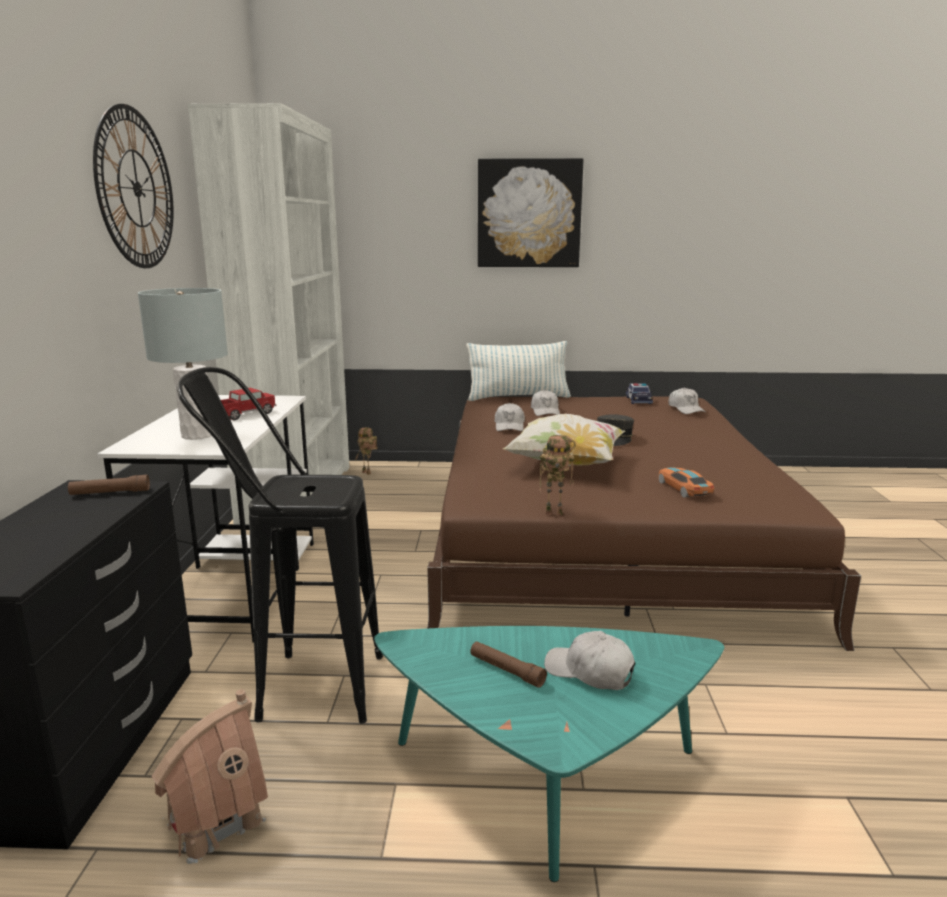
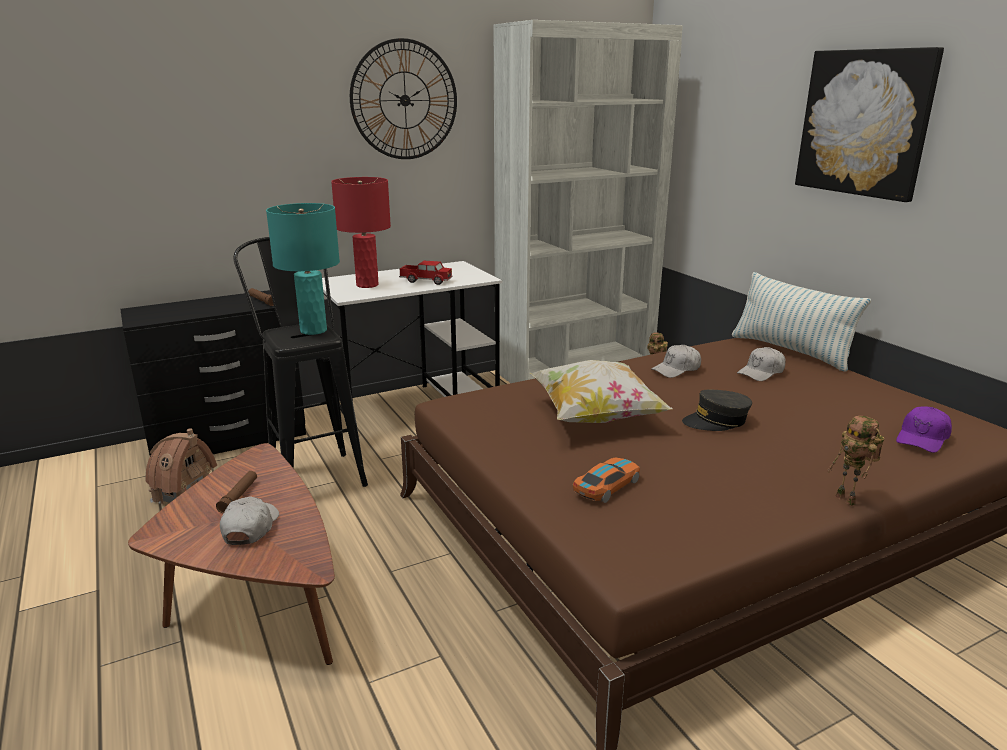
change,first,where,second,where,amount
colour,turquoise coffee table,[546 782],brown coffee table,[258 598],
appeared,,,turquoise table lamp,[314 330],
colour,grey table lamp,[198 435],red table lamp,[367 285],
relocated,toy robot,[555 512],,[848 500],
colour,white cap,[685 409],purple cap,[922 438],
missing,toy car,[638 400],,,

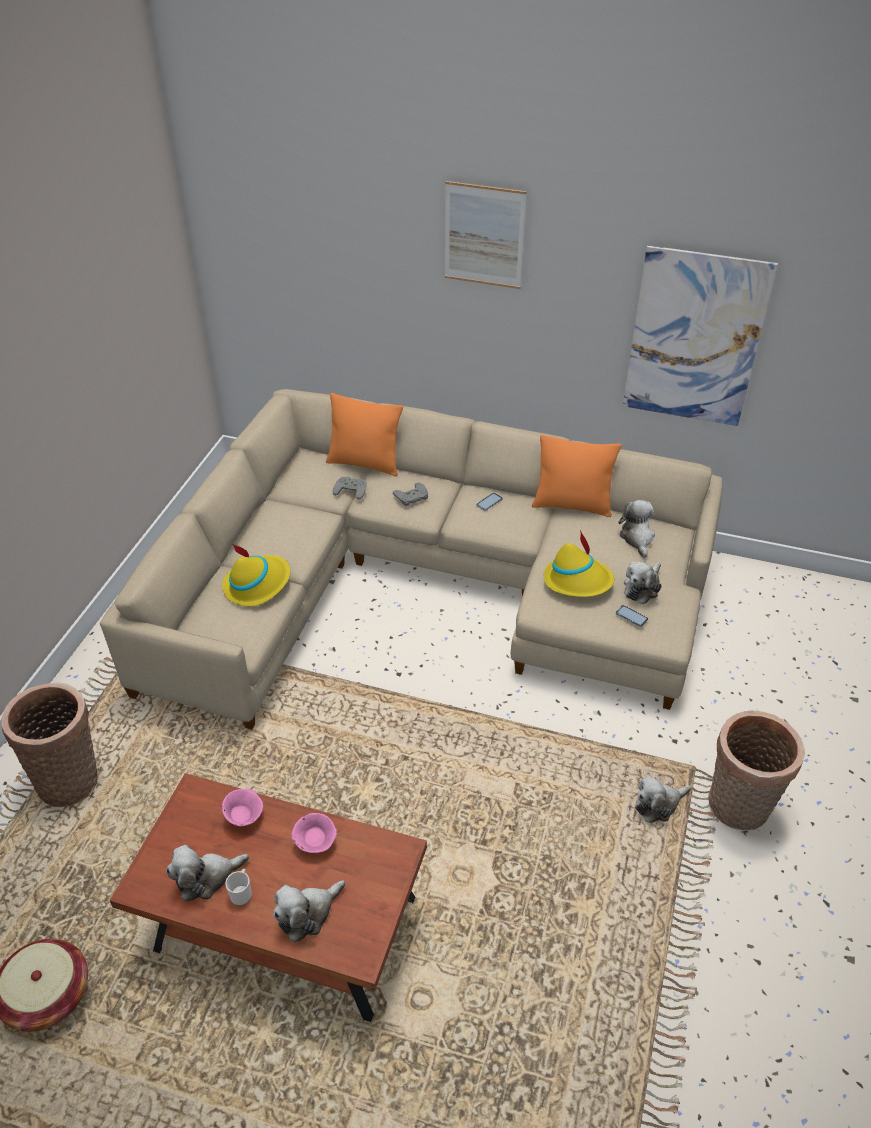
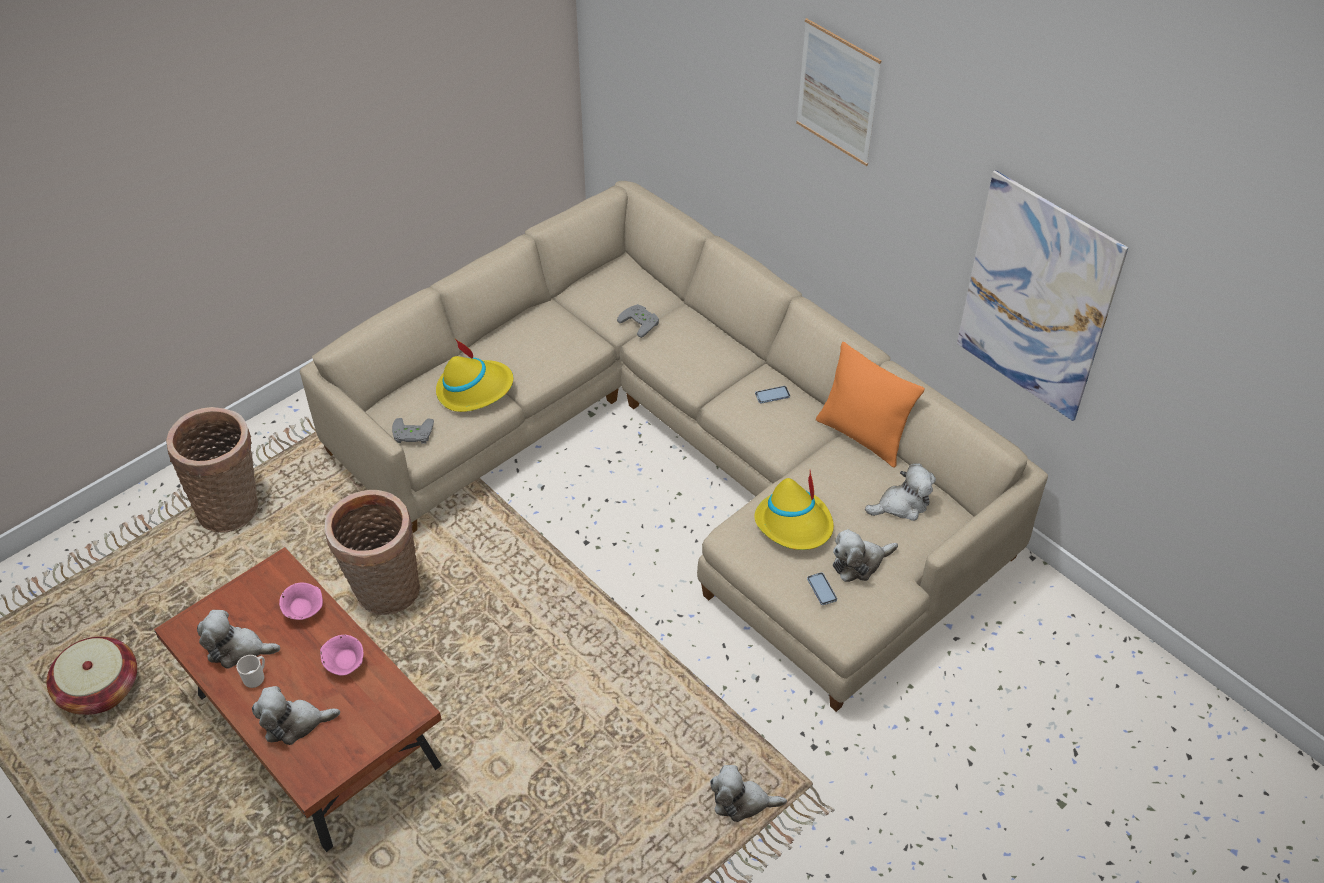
change,first,where,second,where,amount
relocated,basket,[738 808],,[384 592],
relocated,grey game controller,[412 497],,[412 435],
spun,plush toy,[637 538],,[902 505],45 degrees clockwise
missing,orange pillow,[365 463],,,

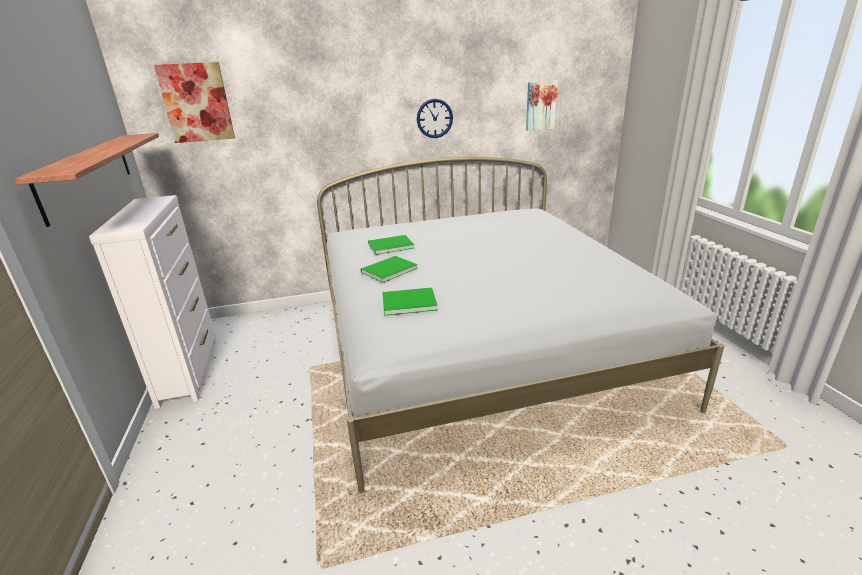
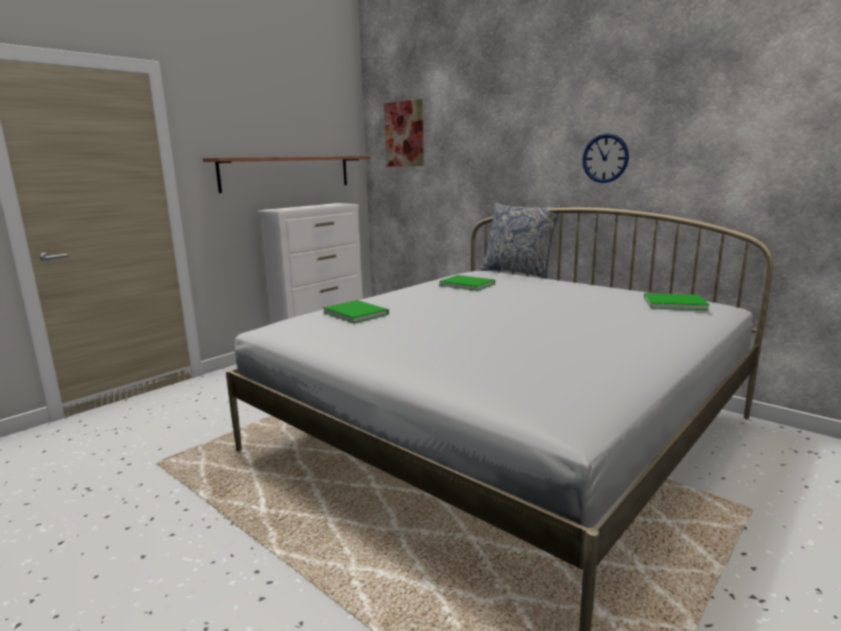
change,first,where,second,where,amount
appeared,,,pillow,[518 272],
relocated,green book,[387 270],,[672 303],
missing,picture,[540 105],,,

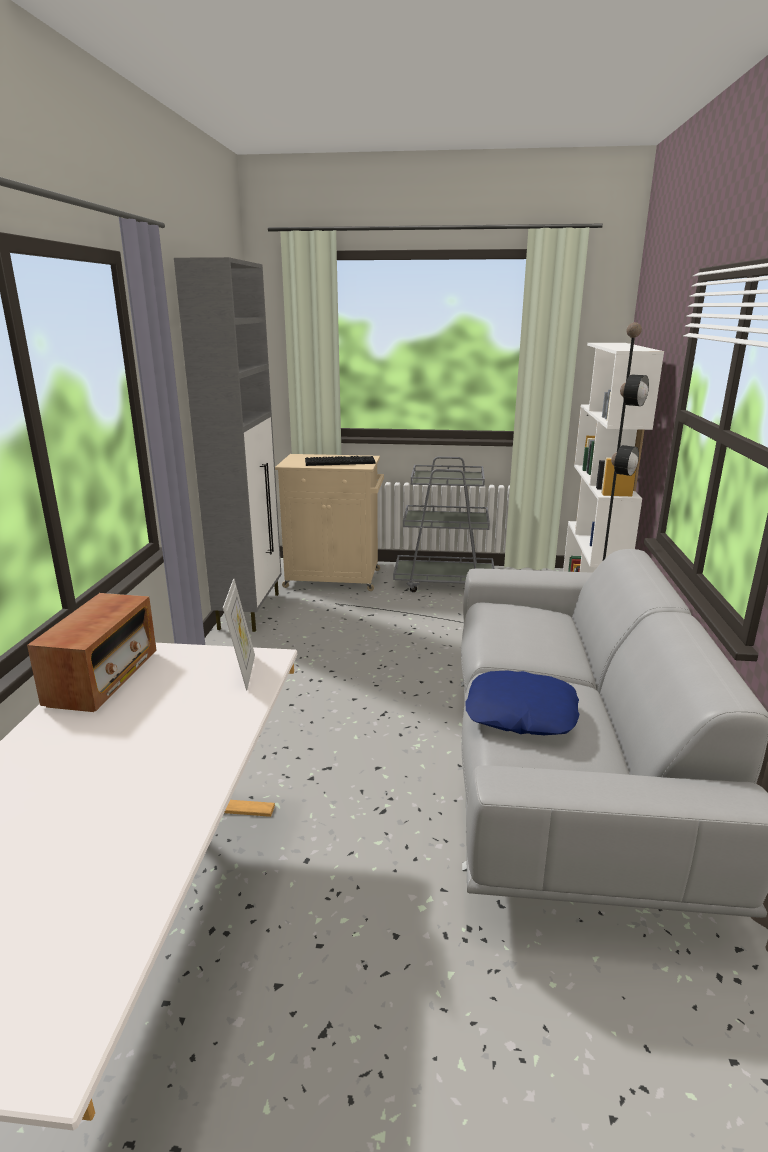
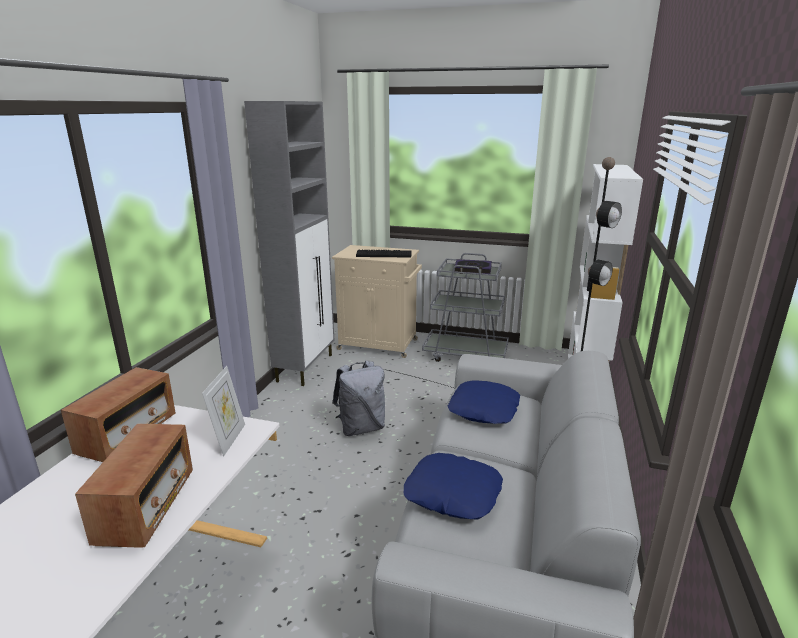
change,first,where,second,where,amount
appeared,,,radio,[147 506],
appeared,,,grey backpack,[361 428],
appeared,,,blue pillow,[484 409],
appeared,,,book,[472 270],

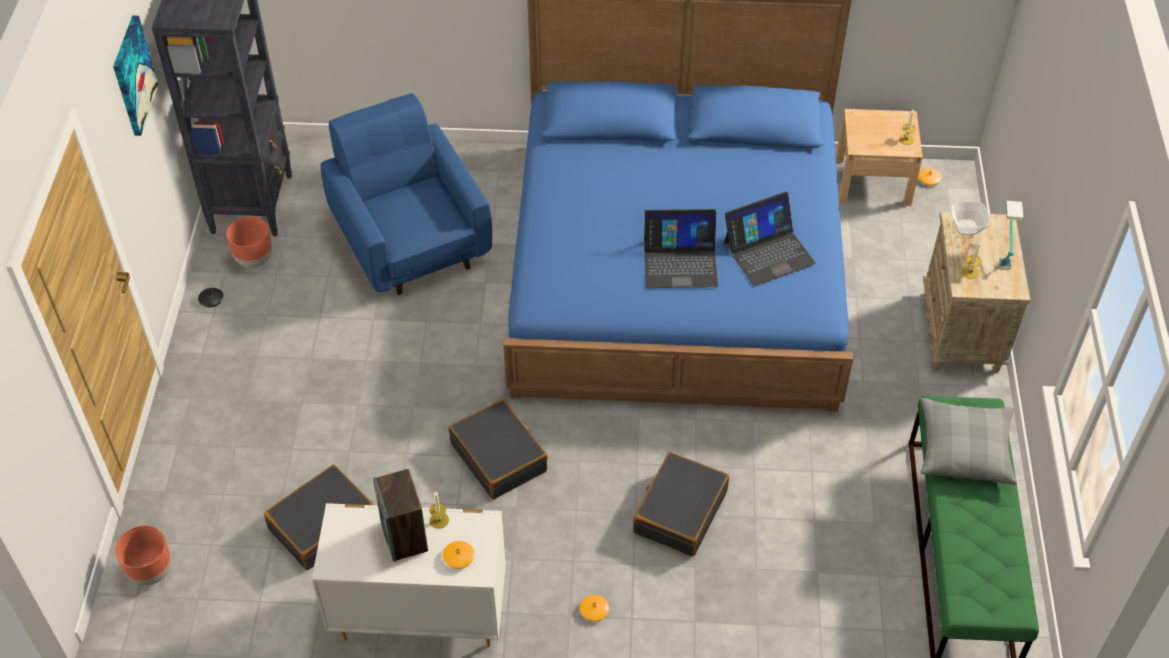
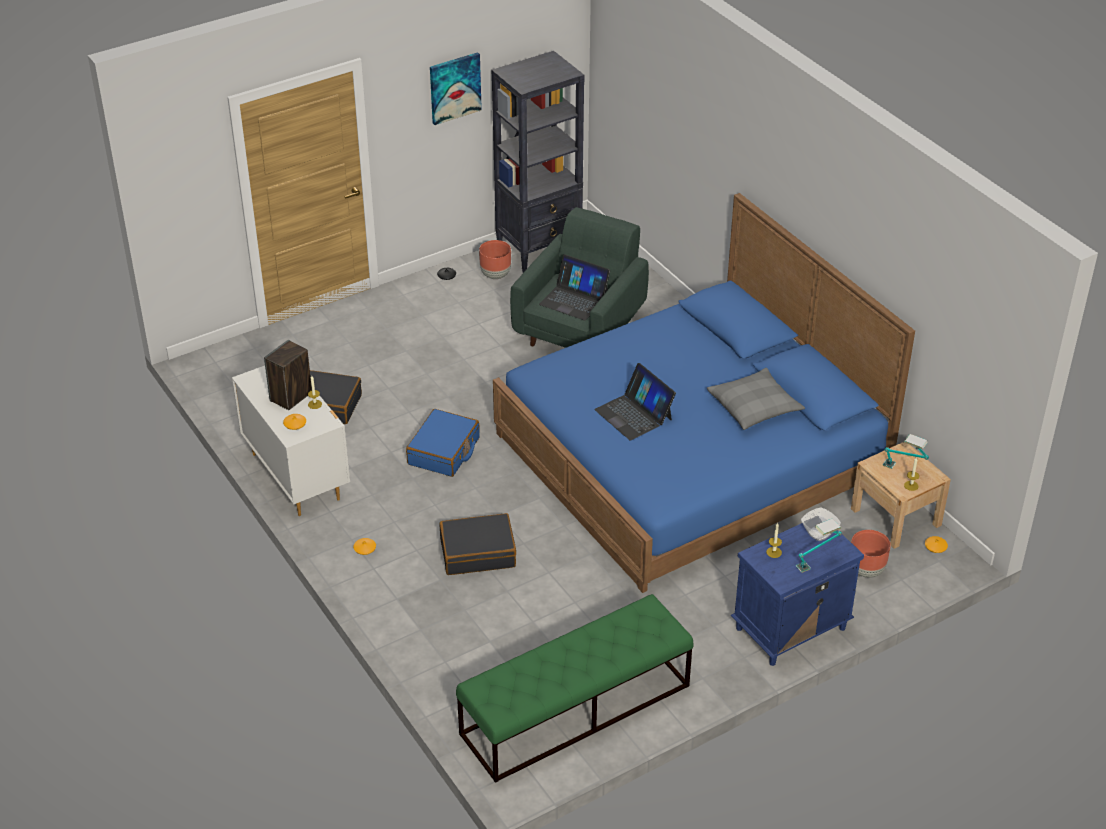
change,first,where,second,where,amount
colour,black suitcase,[499 457],blue suitcase,[444 451],
colour,blue armchair,[410 240],green armchair,[581 327],
relocated,laptop,[768 252],,[574 299],
relocated,grey pillow,[964 448],,[754 406],
colour,beige nightstand,[961 333],blue nightstand,[790 629],
relocated,brown planter,[151 572],,[866 571],
appeared,,,table lamp,[903 470],

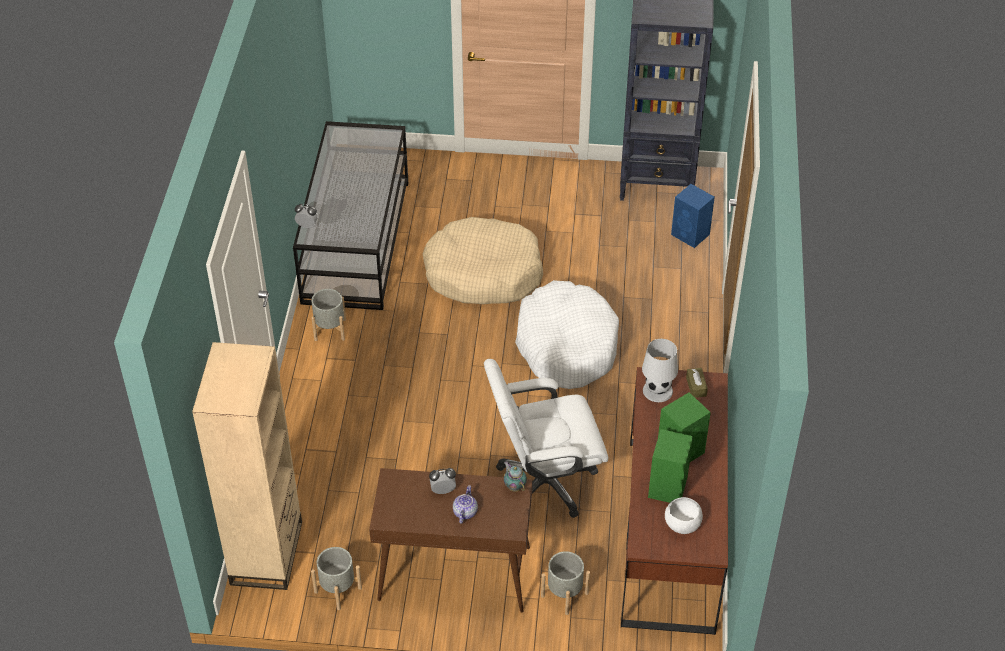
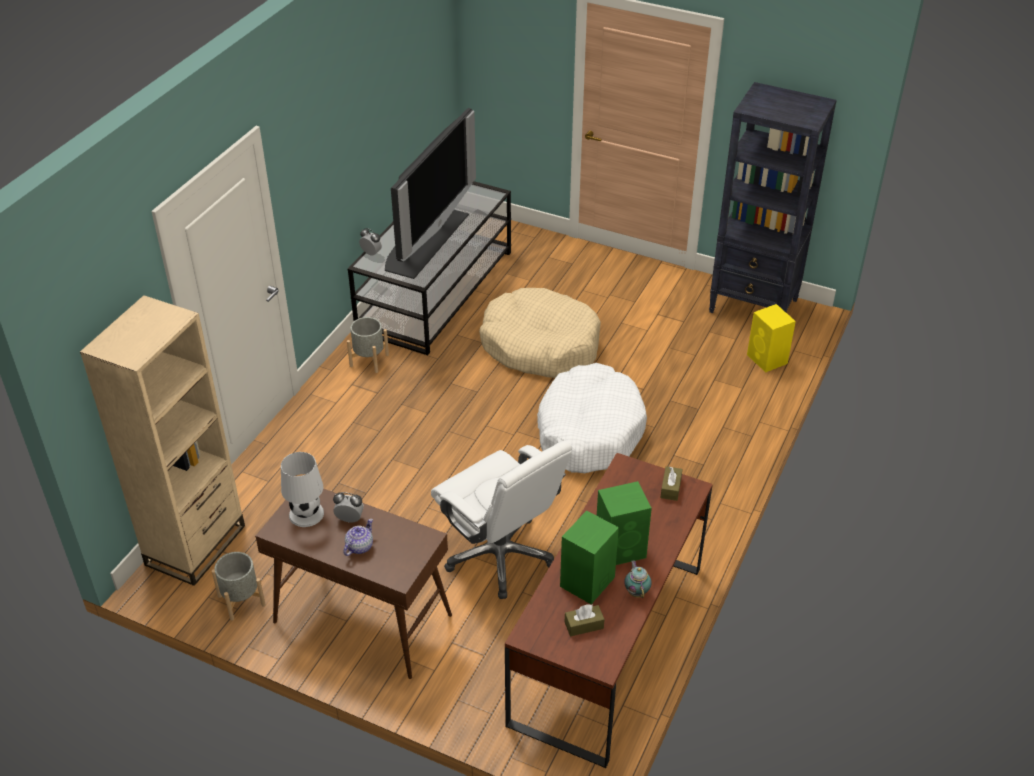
change,first,where,second,where,amount
relocated,white table lamp,[657 390],,[306 513],
appeared,,,television,[425 241],
spun,white office chair,[544 482],,[500 555],135 degrees counterclockwise
exchanged,white bowl,[682 524],brown tissue box,[584 625],
relocated,teapot,[514 486],,[636 591],
colour,blue speaker,[691 235],yellow speaker,[767 359],
missing,grey planter,[565 594],,,

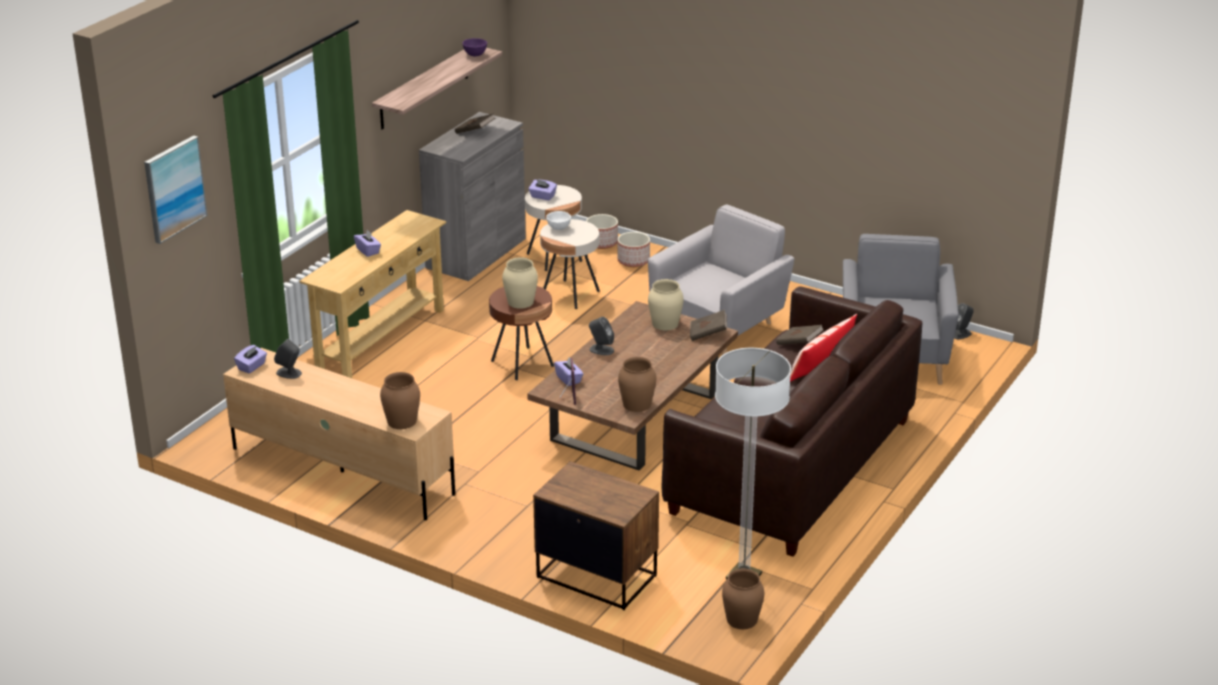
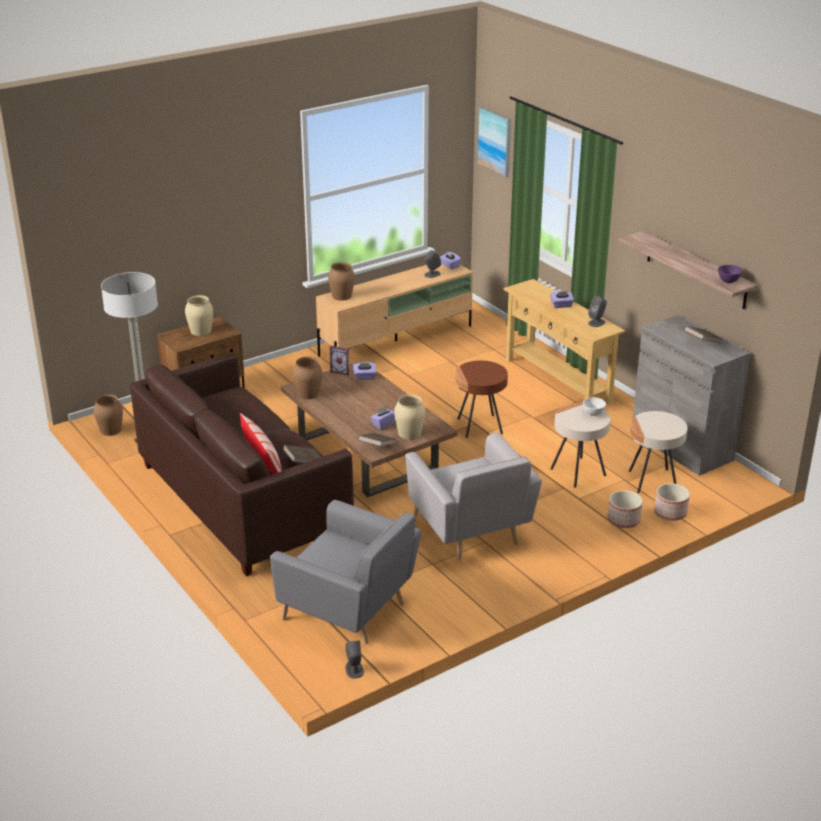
change,first,where,second,where,amount
relocated,beige vase,[520 302],,[200 330],
relocated,purple tissue box,[542 196],,[383 424],
relocated,grey speaker,[601 350],,[596 323],

